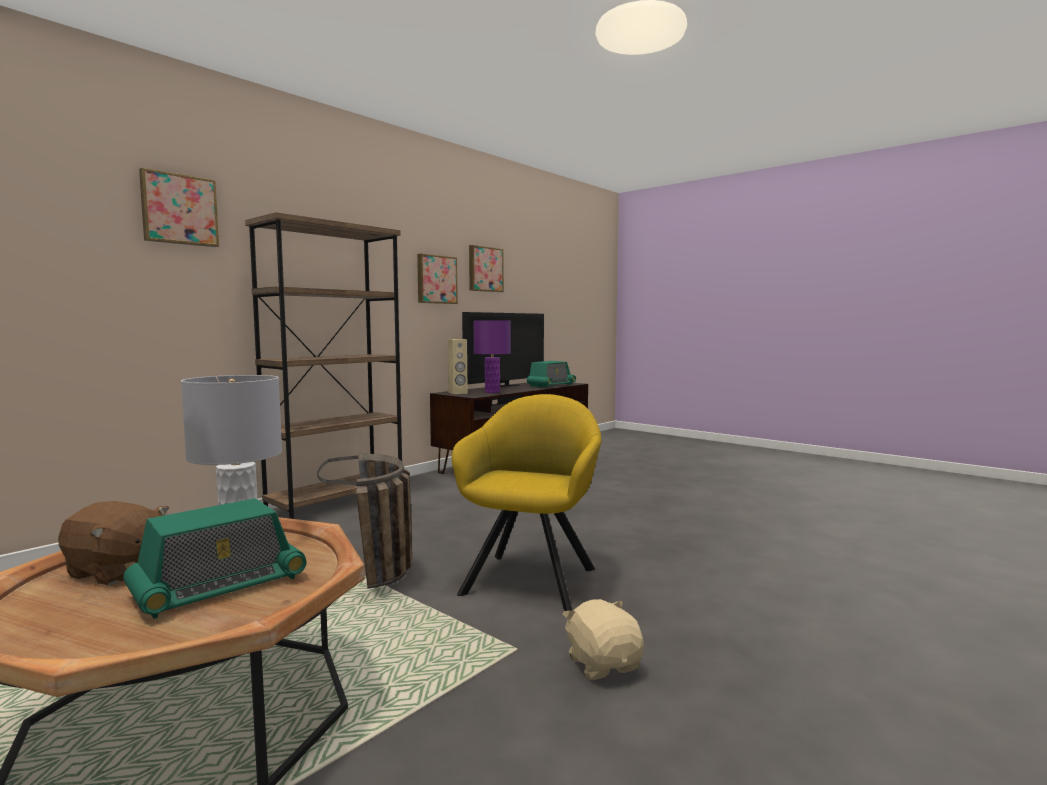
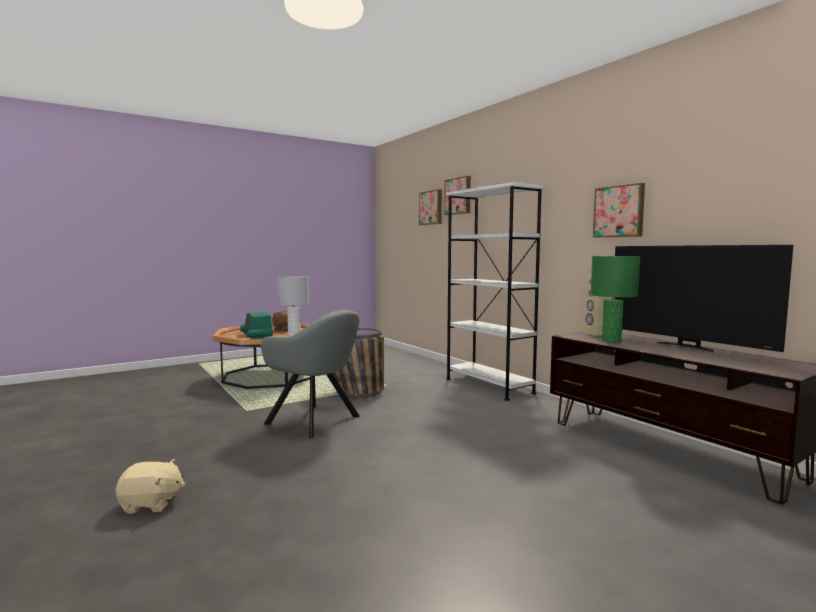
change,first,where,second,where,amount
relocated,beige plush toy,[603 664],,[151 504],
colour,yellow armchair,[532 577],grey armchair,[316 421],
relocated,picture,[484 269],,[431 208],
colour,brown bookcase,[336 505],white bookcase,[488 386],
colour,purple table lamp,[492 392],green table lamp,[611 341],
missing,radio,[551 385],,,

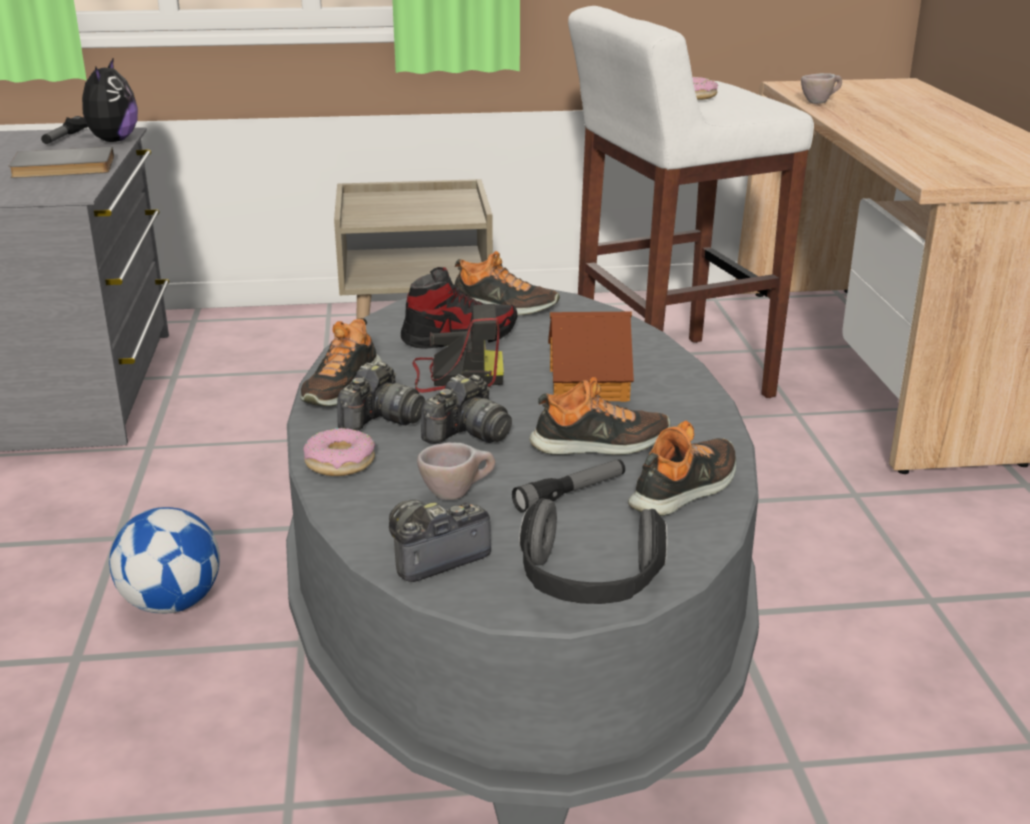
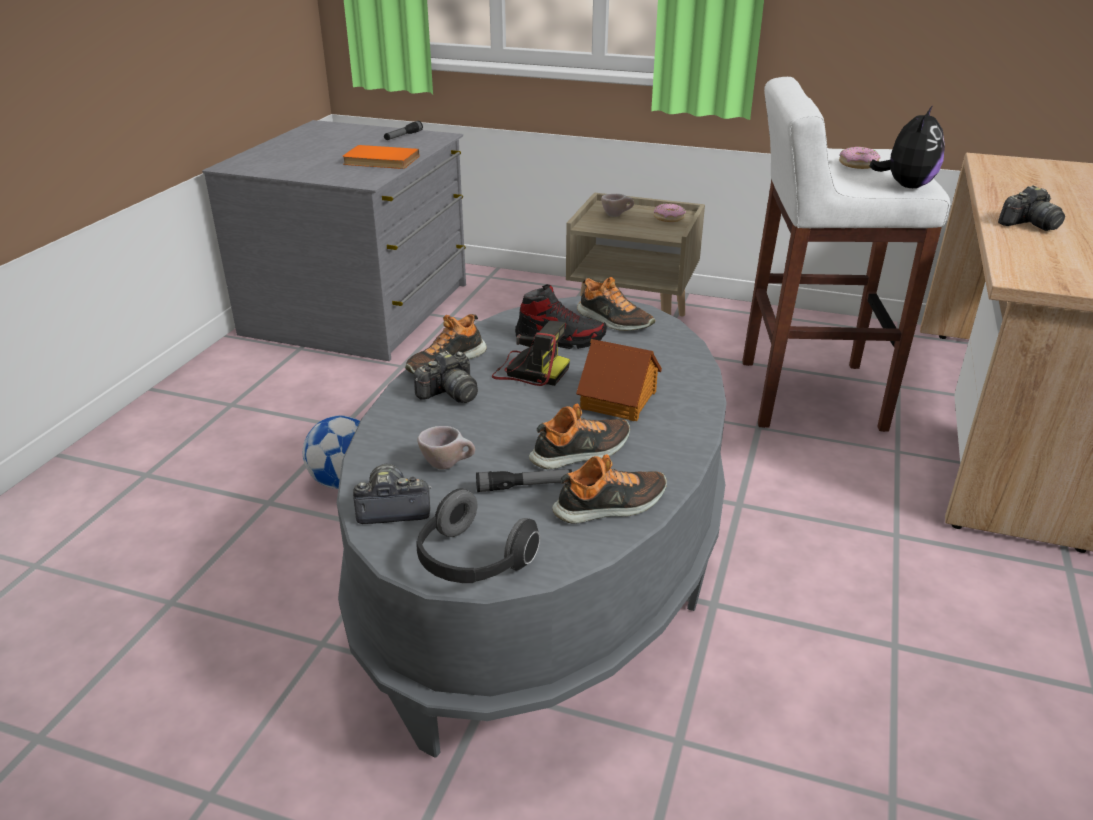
change,first,where,second,where,amount
colour,grey book,[63 168],orange book,[380 161],
spun,shoe,[600 444],,[581 452],45 degrees counterclockwise
relocated,beige cup,[820 102],,[616 215],
relocated,donut,[340 462],,[669 218],
relocated,plush toy,[110 141],,[906 186],
relocated,photo camera,[467 433],,[1029 224],

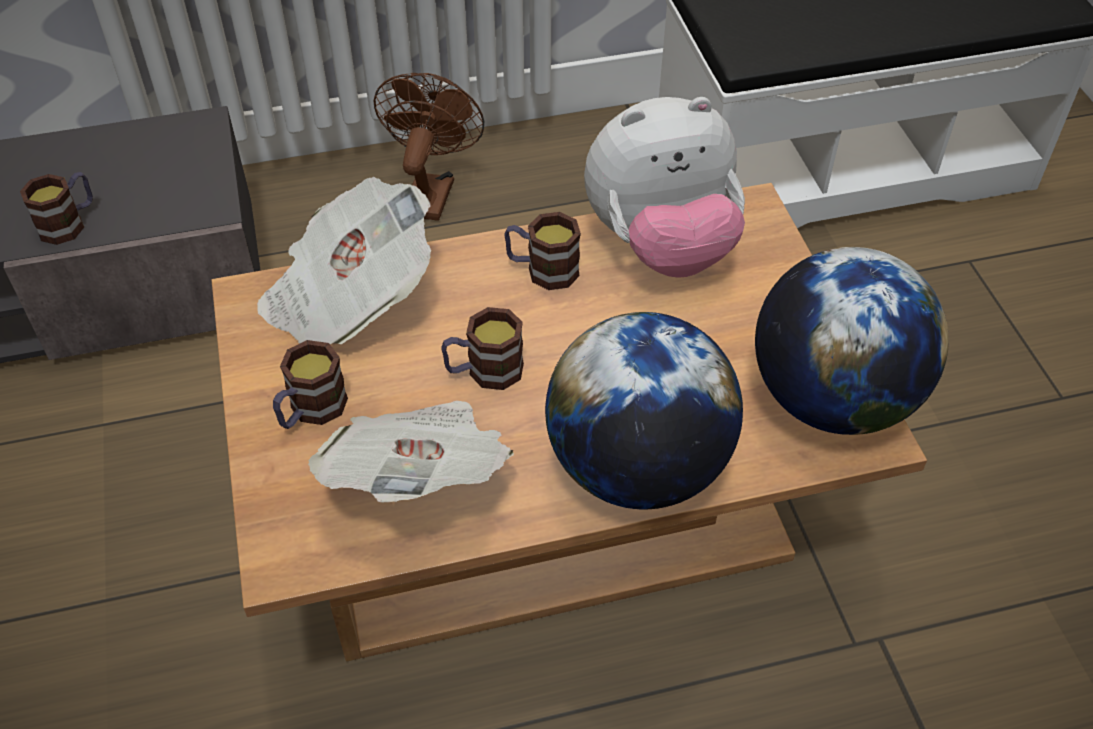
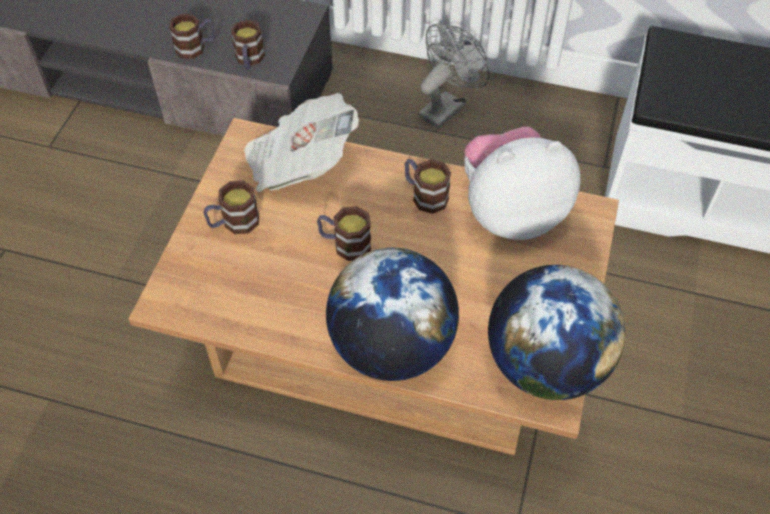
change,first,where,second,where,amount
appeared,,,mug,[249 60],
colour,brown fan,[430 191],grey fan,[446 107],
spun,plush toy,[661 246],,[511 212],150 degrees clockwise
missing,newspaper,[420 477],,,

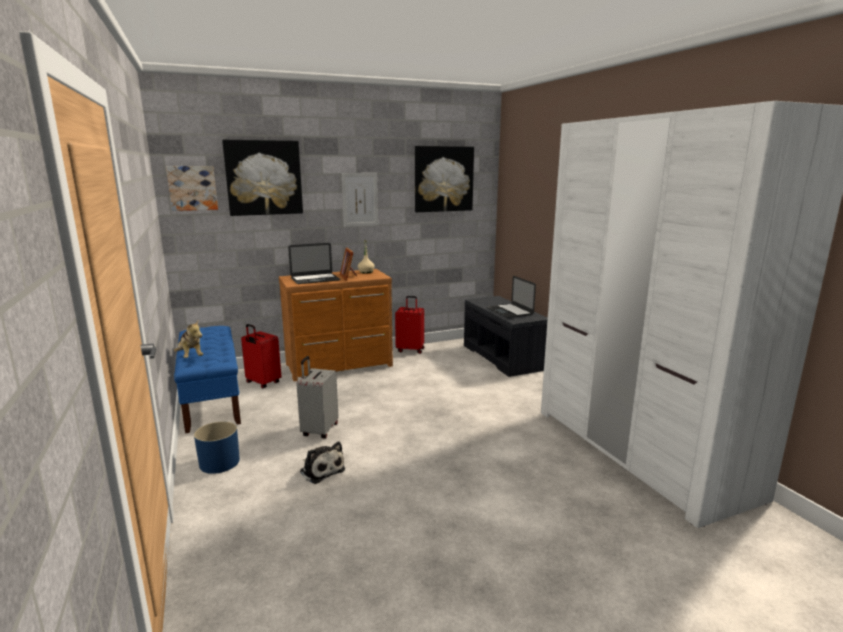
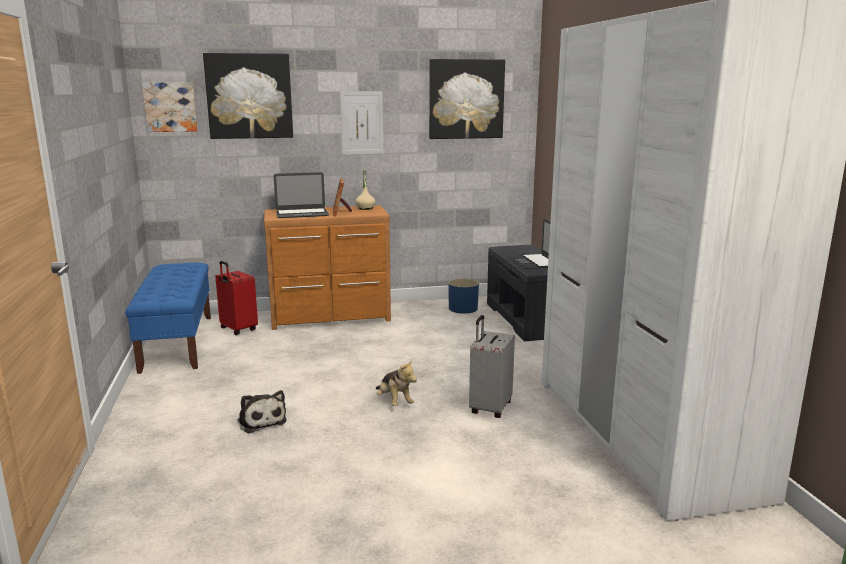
change,first,where,second,where,amount
relocated,plush toy,[190 357],,[394 402],
relocated,blue planter,[219 463],,[463 309],
relocated,grey suitcase,[319 430],,[489 408],
missing,red suitcase,[410 350],,,

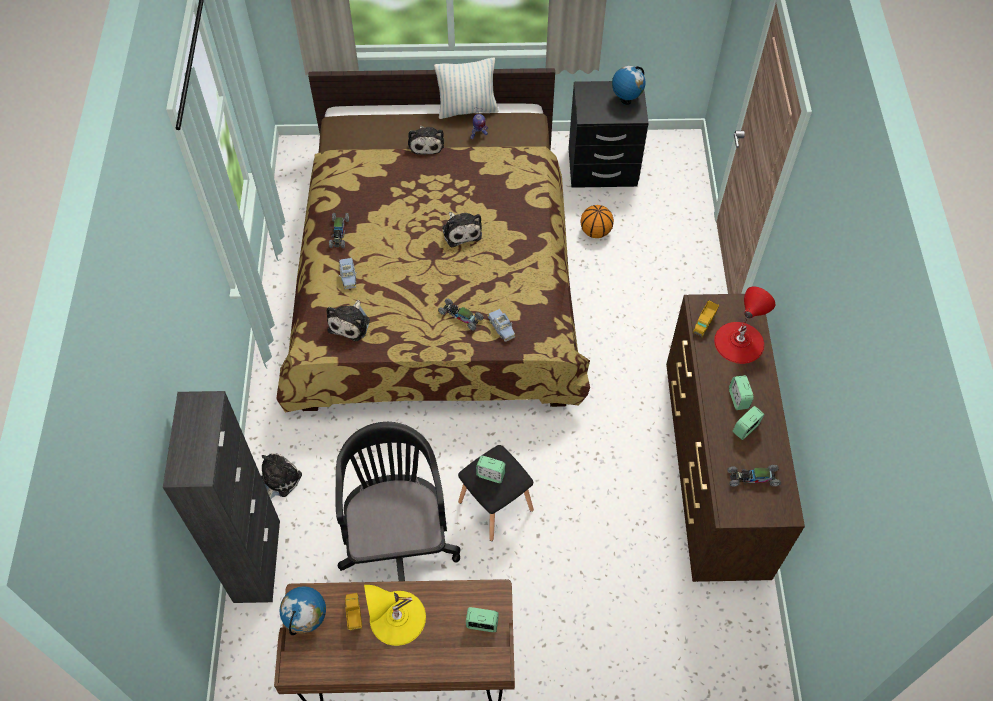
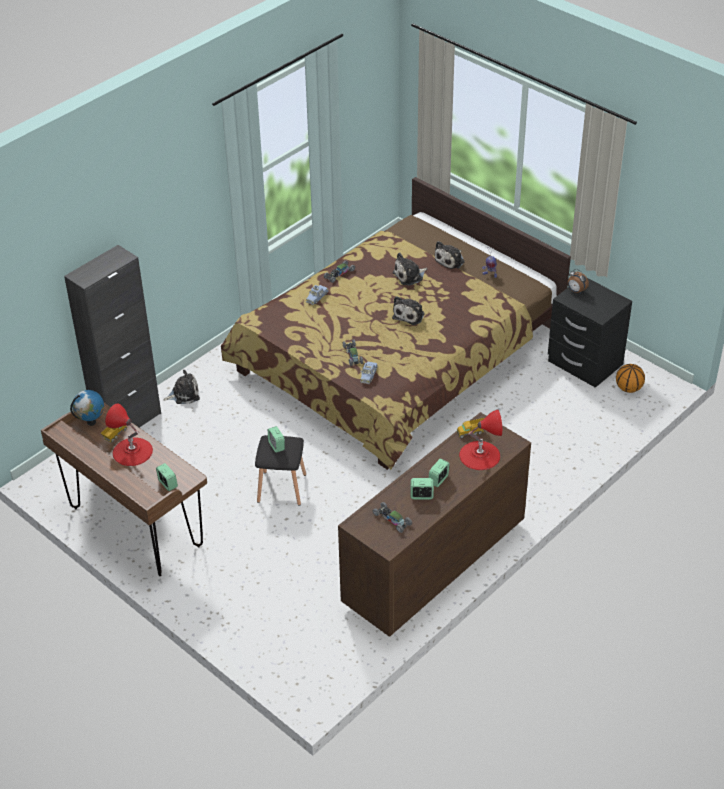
change,first,where,second,where,amount
colour,yellow table lamp,[397 618],red table lamp,[132 451],
relocated,plush toy,[350 323],,[409 276],
appeared,,,alarm clock,[576 291],
relocated,basketball,[596 232],,[628 389],
missing,black office chair,[398 539],,,
missing,pillow,[467 109],,,
missing,globe,[626 100],,,

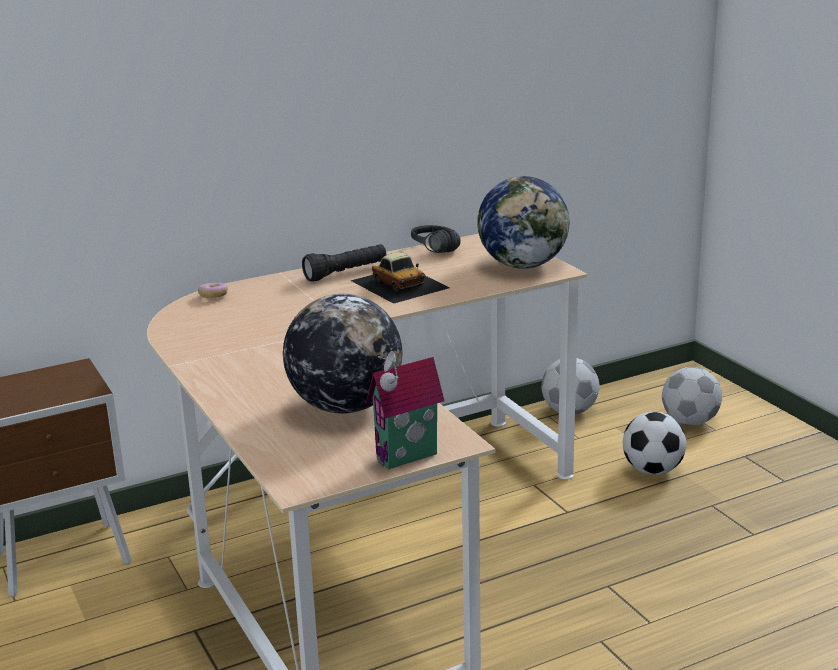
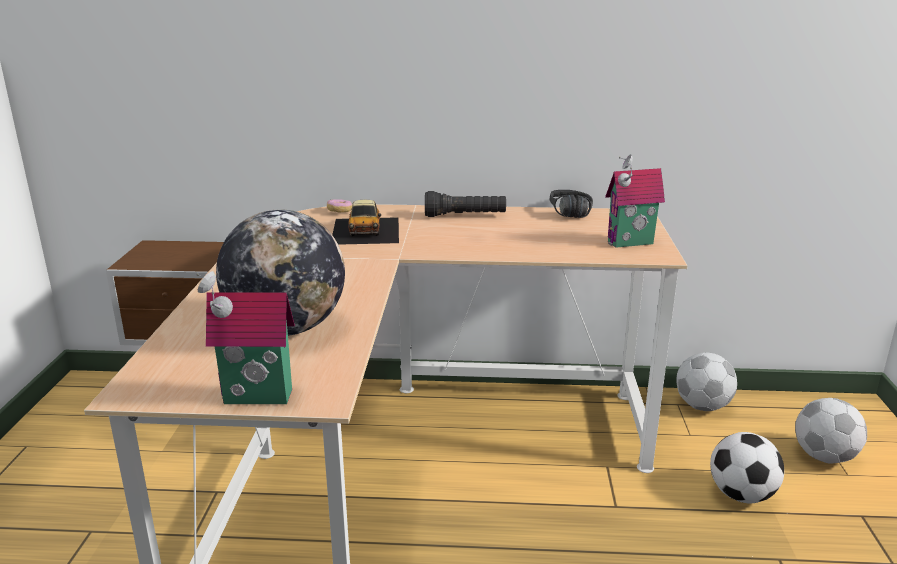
change,first,where,second,where,amount
relocated,toy car,[399 283],,[366 230],
exchanged,globe,[523 265],toy house,[631 243],

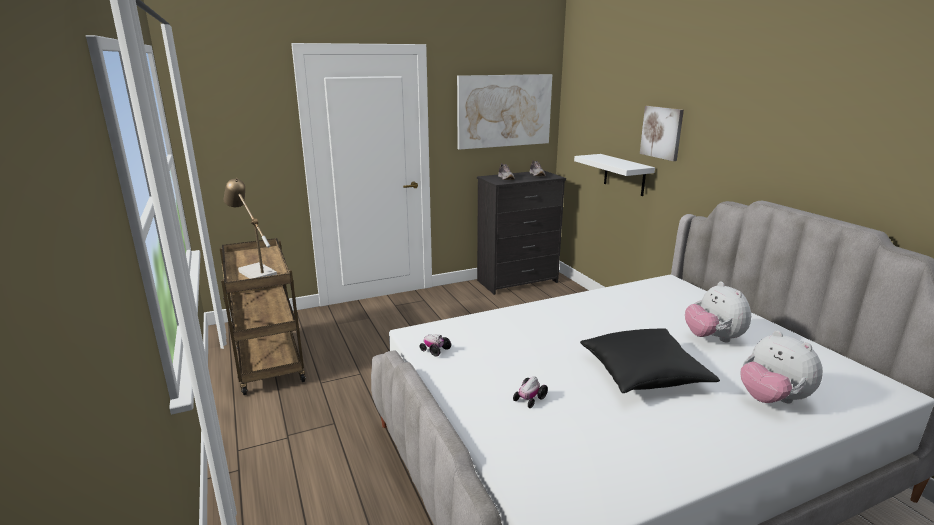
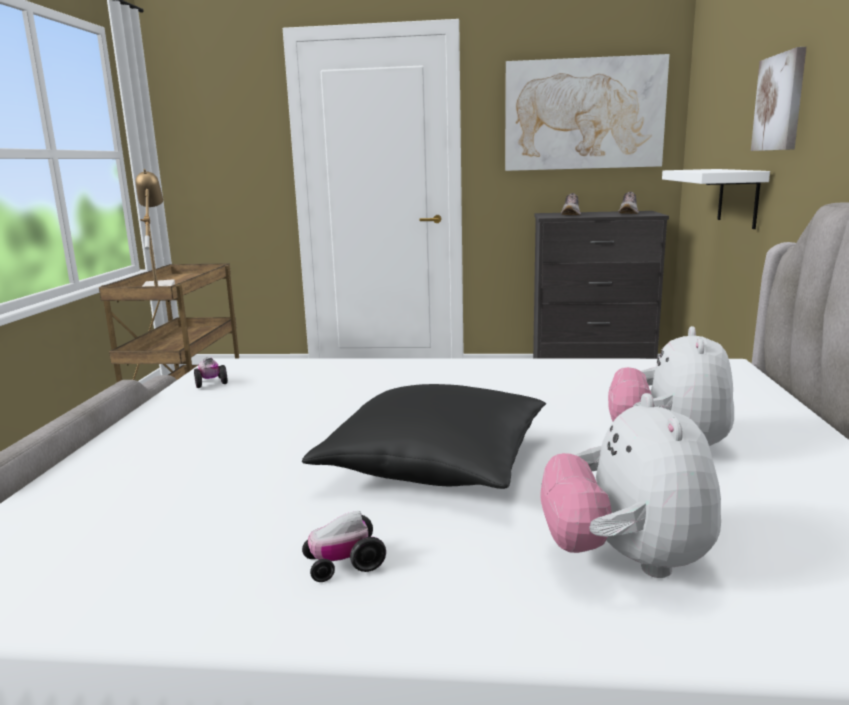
change,first,where,second,where,amount
relocated,toy car,[529 399],,[344 563],

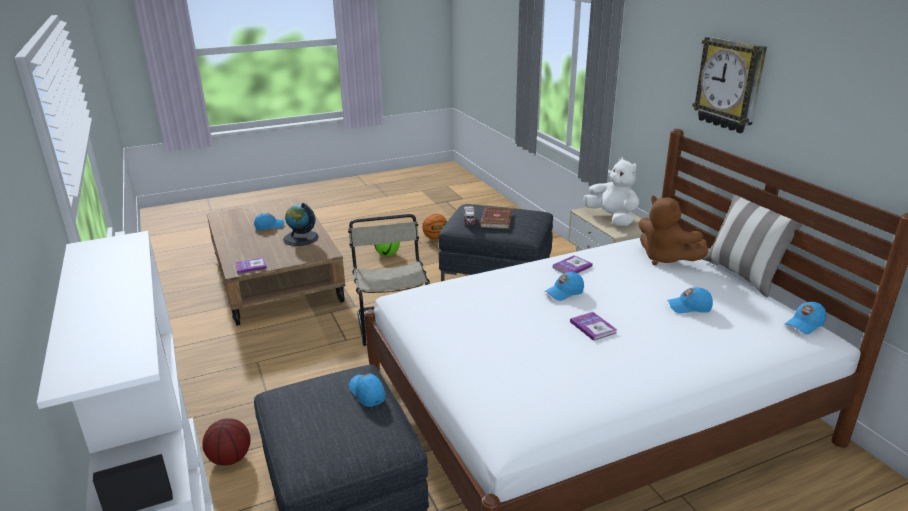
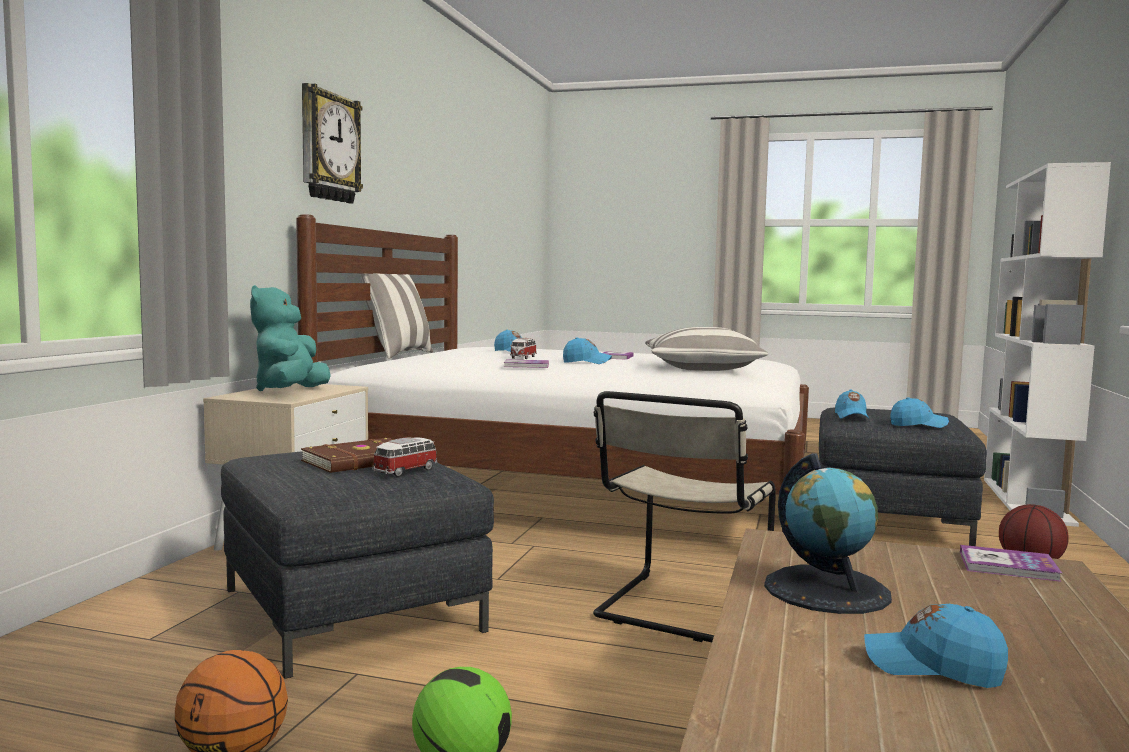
change,first,where,second,where,amount
colour,white plush toy,[612 218],turquoise plush toy,[290 392],
appeared,,,toy car,[523 357],
appeared,,,pillow,[702 369],
relocated,blue cap,[804 324],,[918 425],
missing,brown plush toy,[665 258],,,

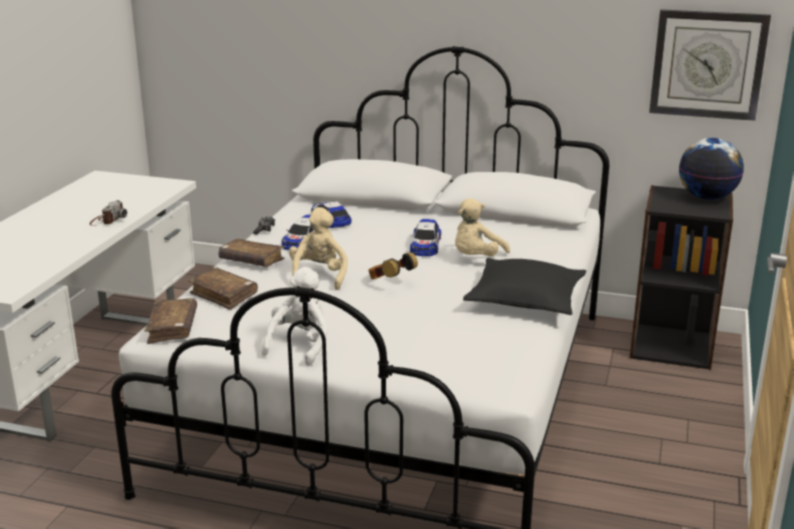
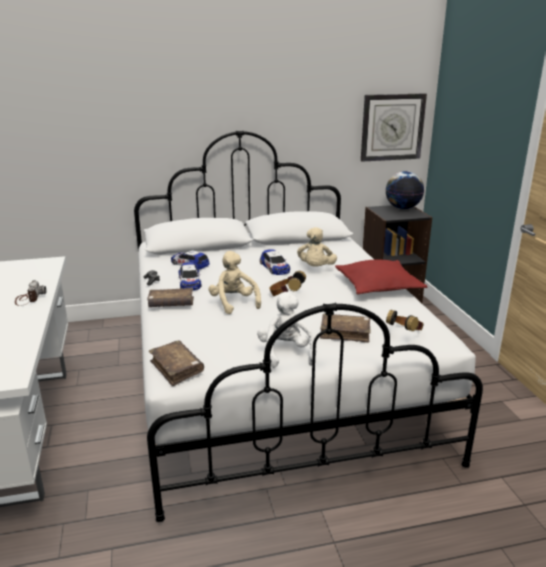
change,first,where,second,where,amount
relocated,brown book,[224 295],,[345 333],
colour,black pillow,[525 299],red pillow,[378 286],
appeared,,,headphones,[404 334],

